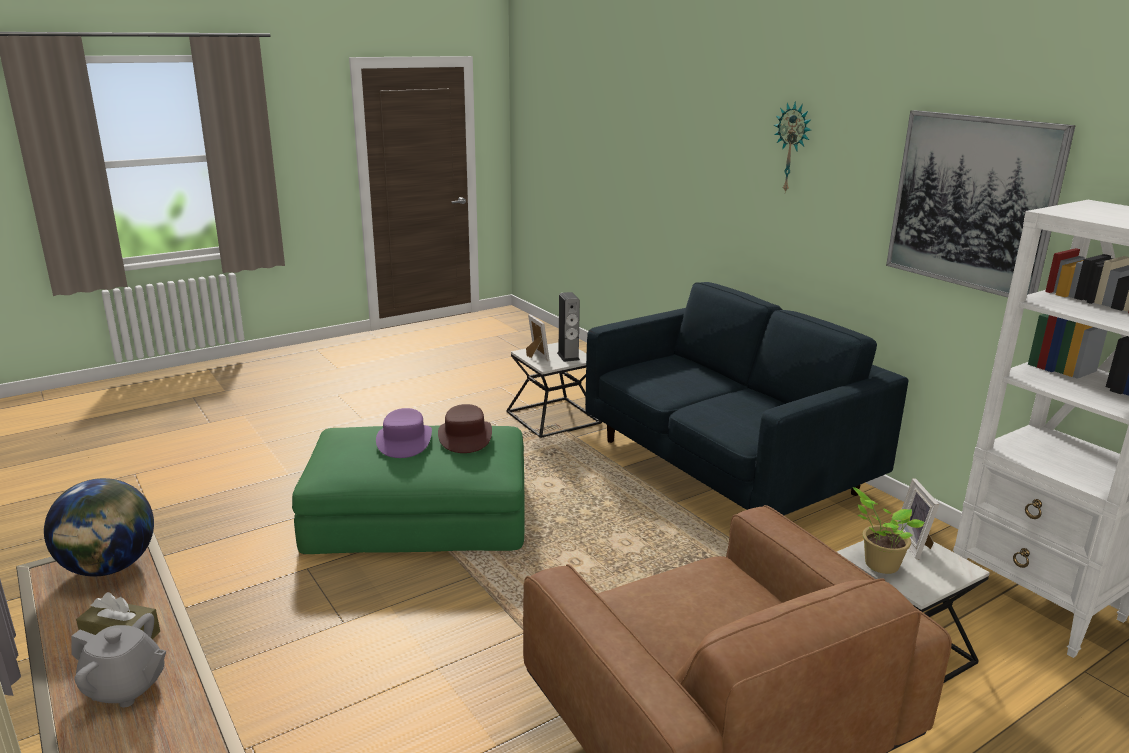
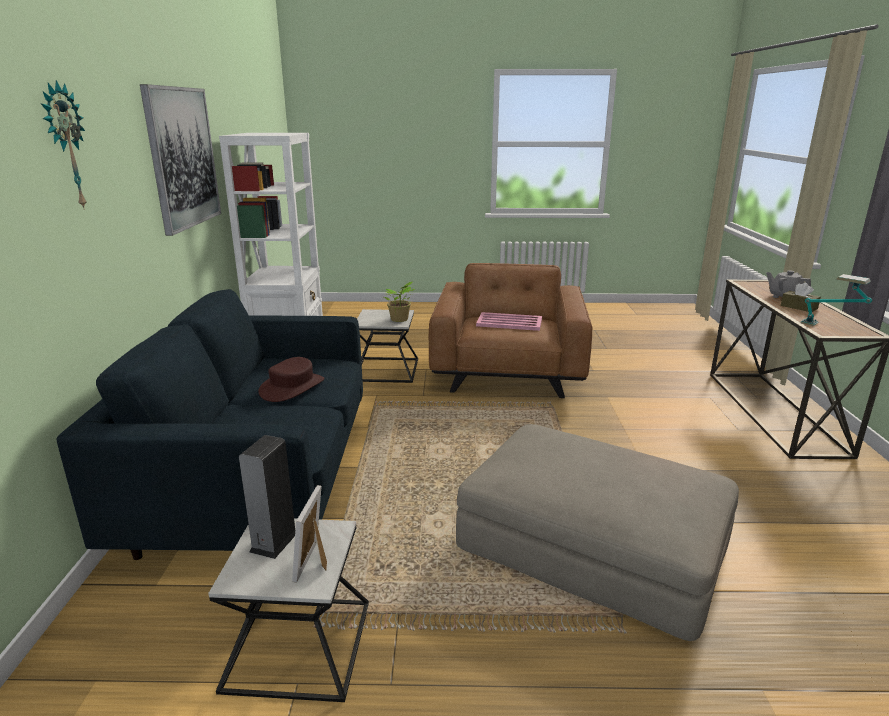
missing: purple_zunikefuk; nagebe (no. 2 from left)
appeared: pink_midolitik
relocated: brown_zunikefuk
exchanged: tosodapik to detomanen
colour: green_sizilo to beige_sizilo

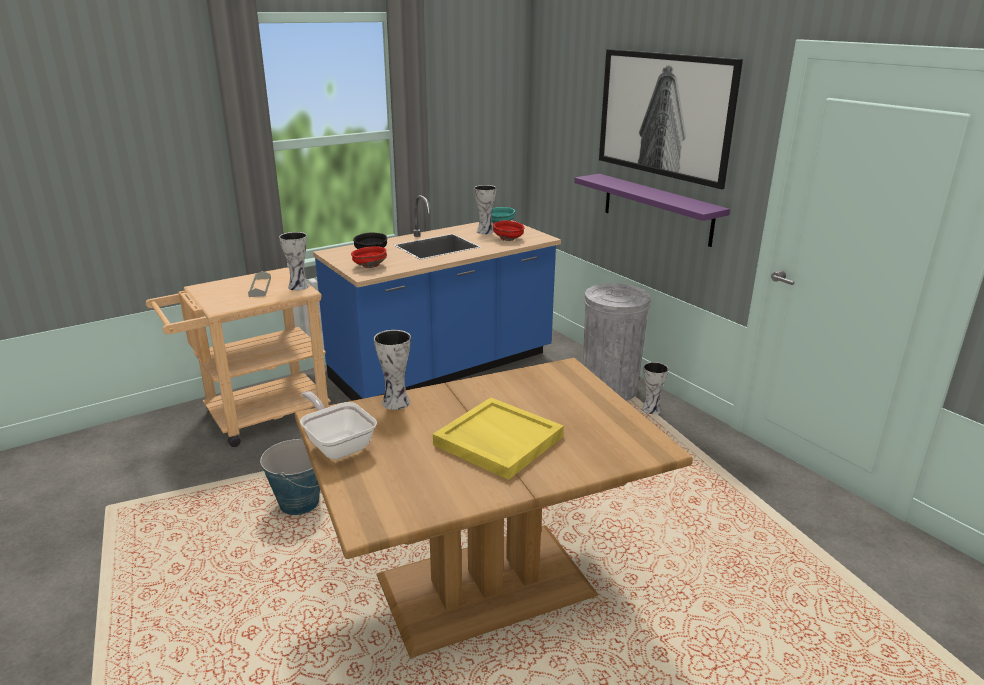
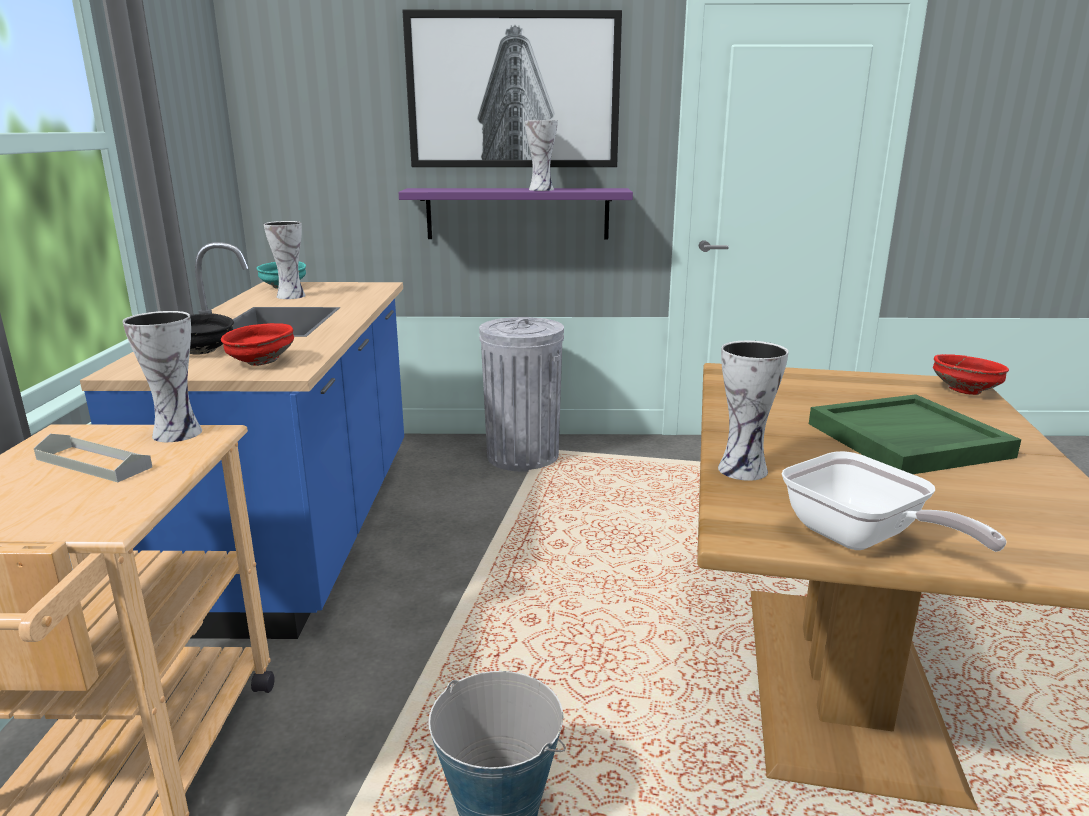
relocated: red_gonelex (no. 2 from left); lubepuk (no. 4 from left in the first image) to lubepuk (no. 3 from left)
colour: yellow_midolitik to green_midolitik
spun: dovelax 120 degrees counterclockwise

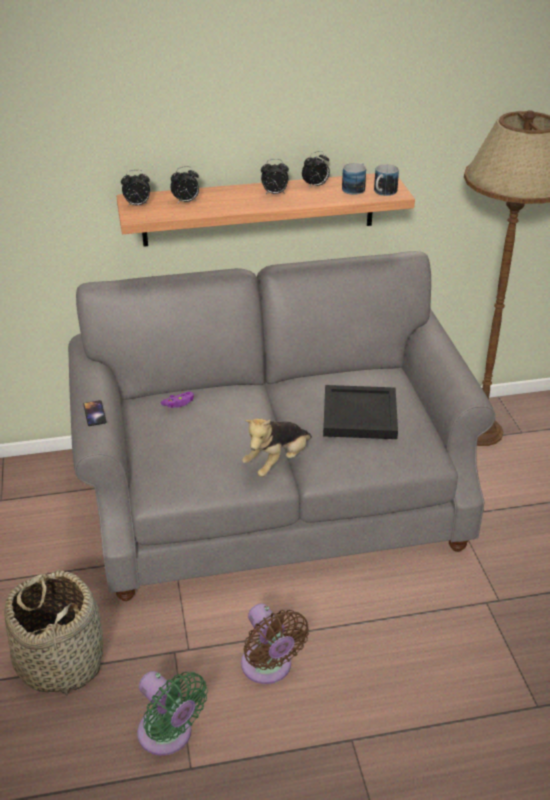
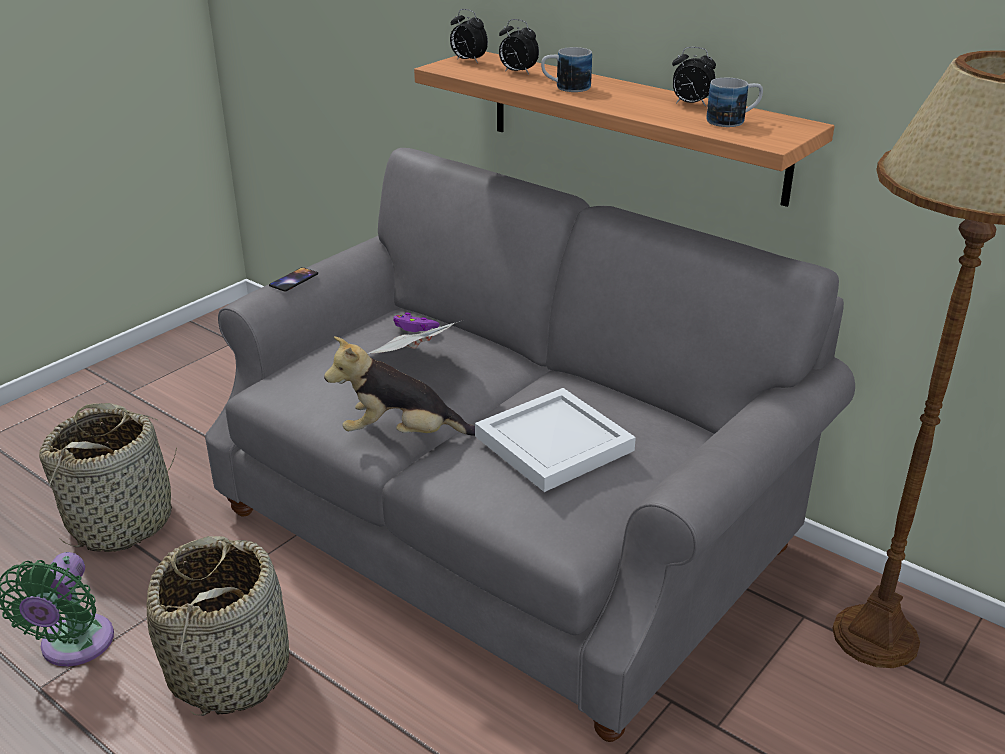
missing: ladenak (no. 3 from left)
appeared: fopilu
relocated: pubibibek (no. 2 from left in the first image) to pubibibek (no. 1 from left)
exchanged: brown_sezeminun to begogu (no. 2 from left)
colour: black_midolitik to white_midolitik

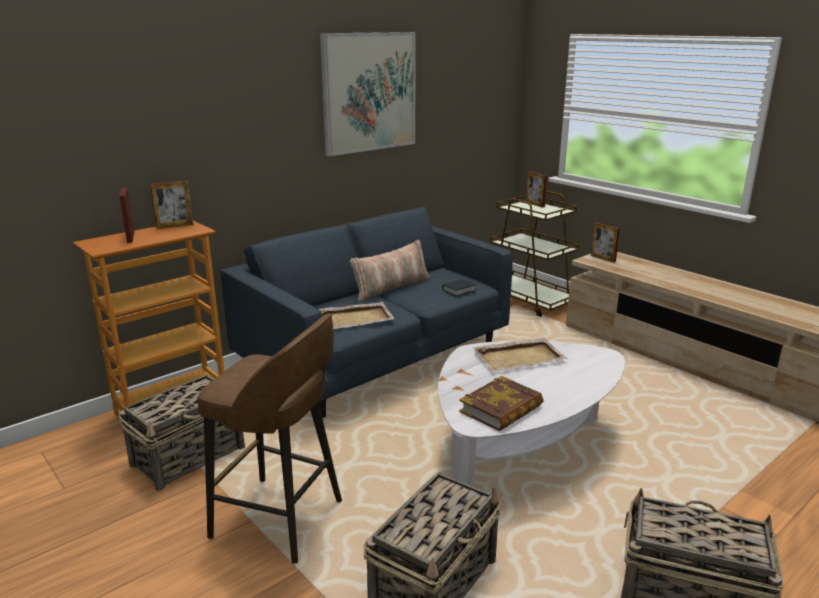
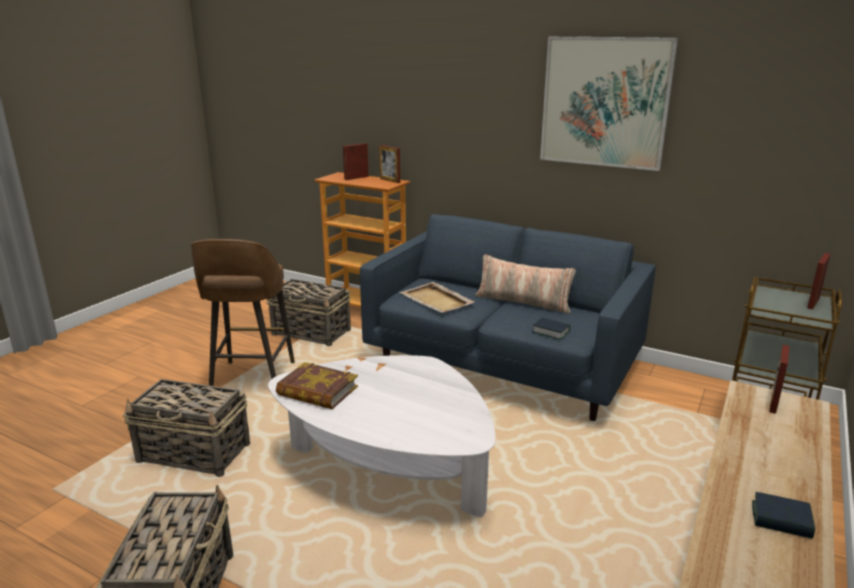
missing: beige_midolitik (no. 2 from left)
appeared: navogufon (no. 3 from left)

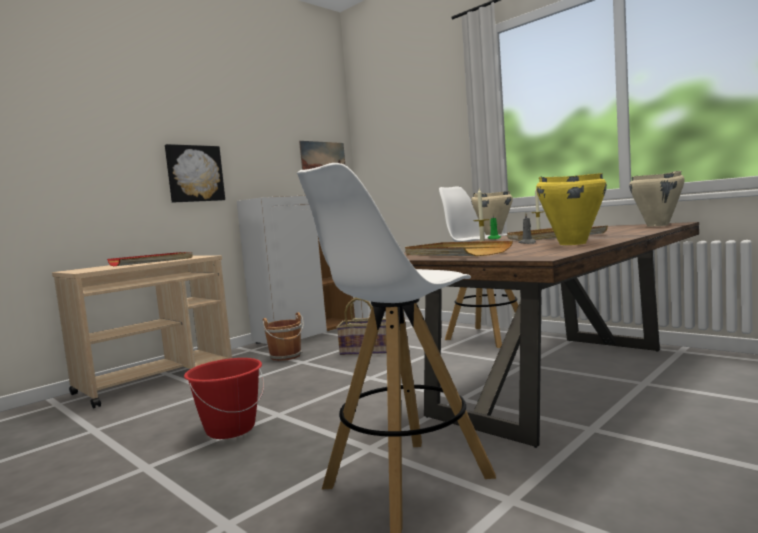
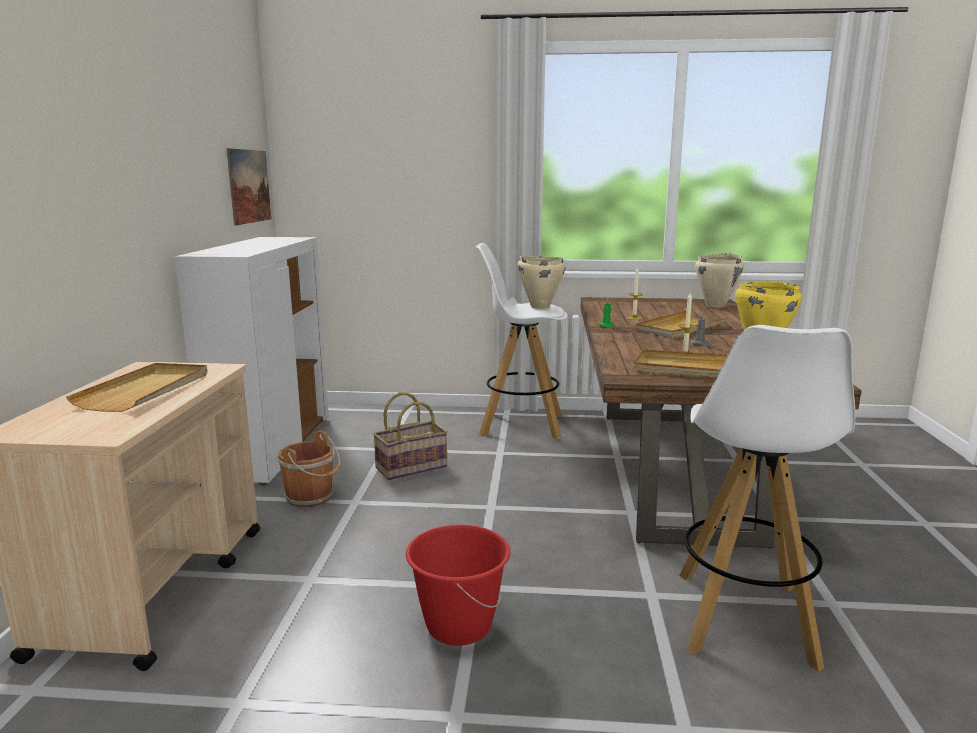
missing: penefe (no. 1 from left)
colour: red_midolitik to beige_midolitik (no. 1 from left)

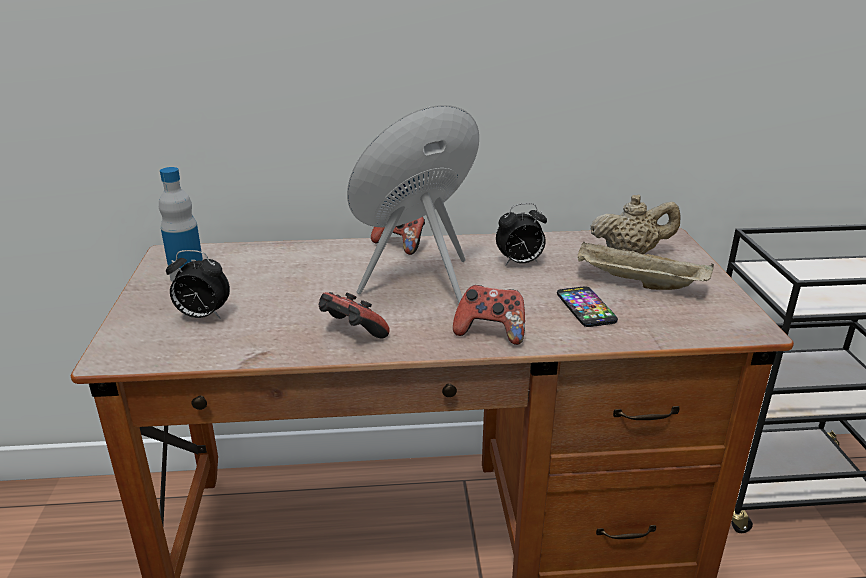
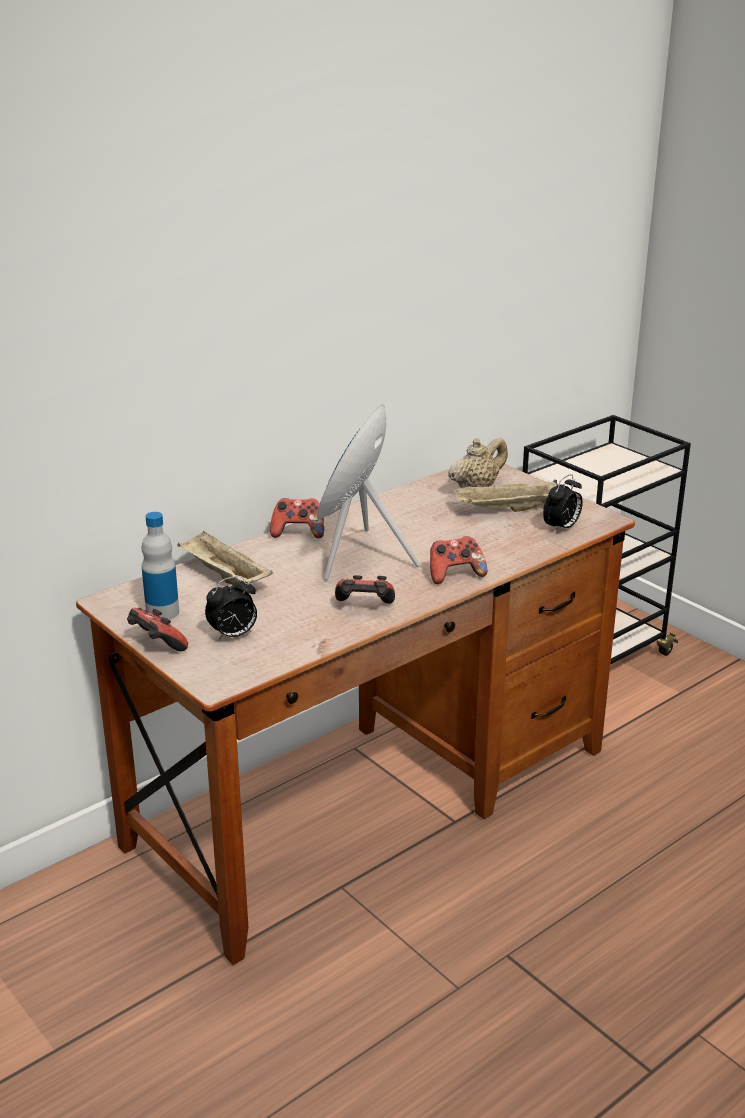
missing: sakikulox
appeared: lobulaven (no. 1 from left); beige_midolitik (no. 1 from left)
relocated: ladenak (no. 2 from left)

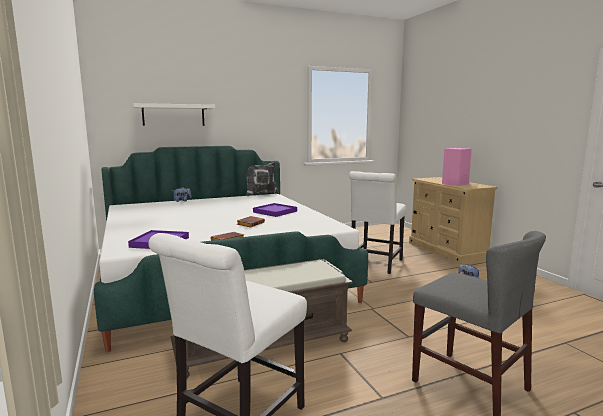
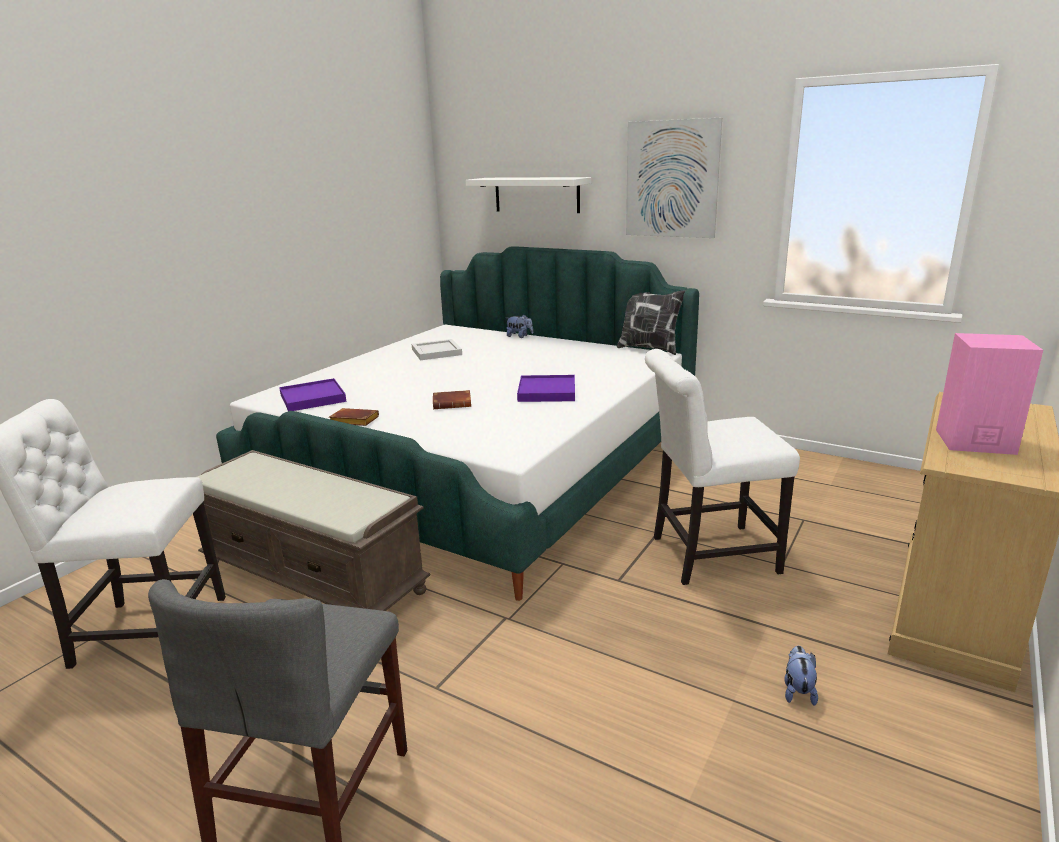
appeared: white_midolitik; penefe

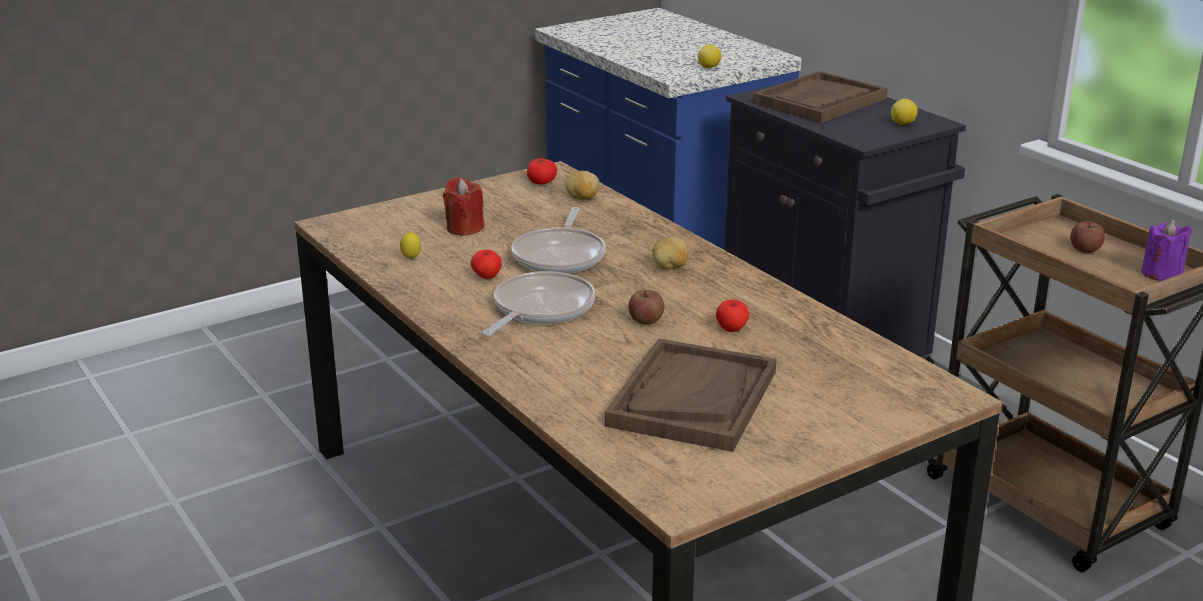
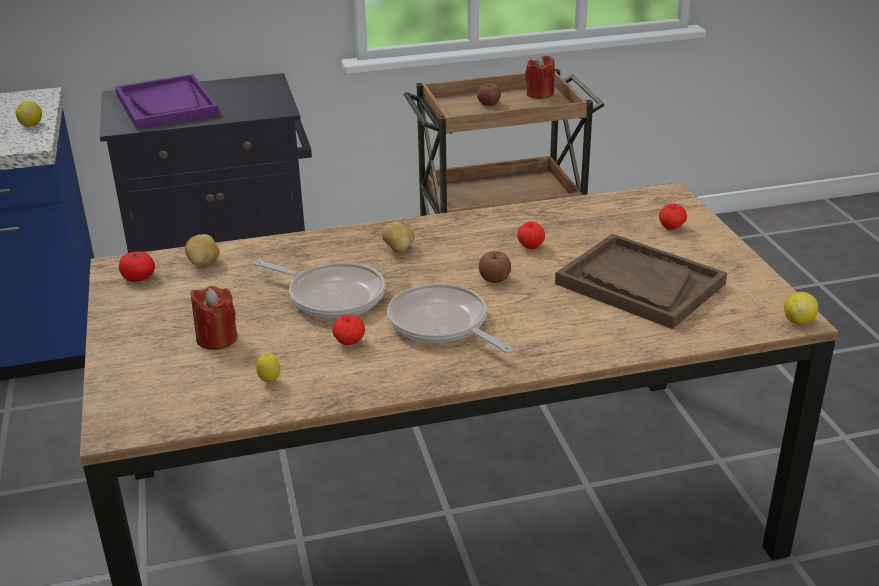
appeared: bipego (no. 5 from left)
relocated: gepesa (no. 3 from left)
colour: brown_midolitik (no. 2 from left) to purple_midolitik; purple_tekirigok to red_tekirigok (no. 2 from left)

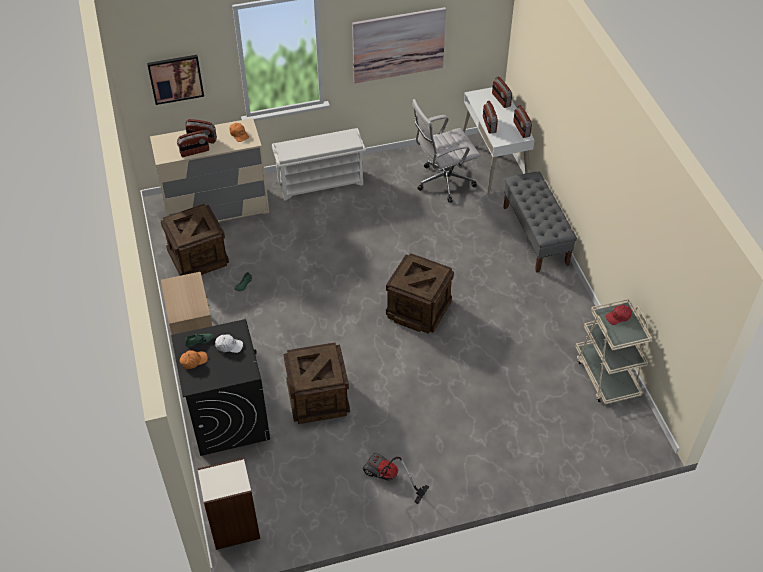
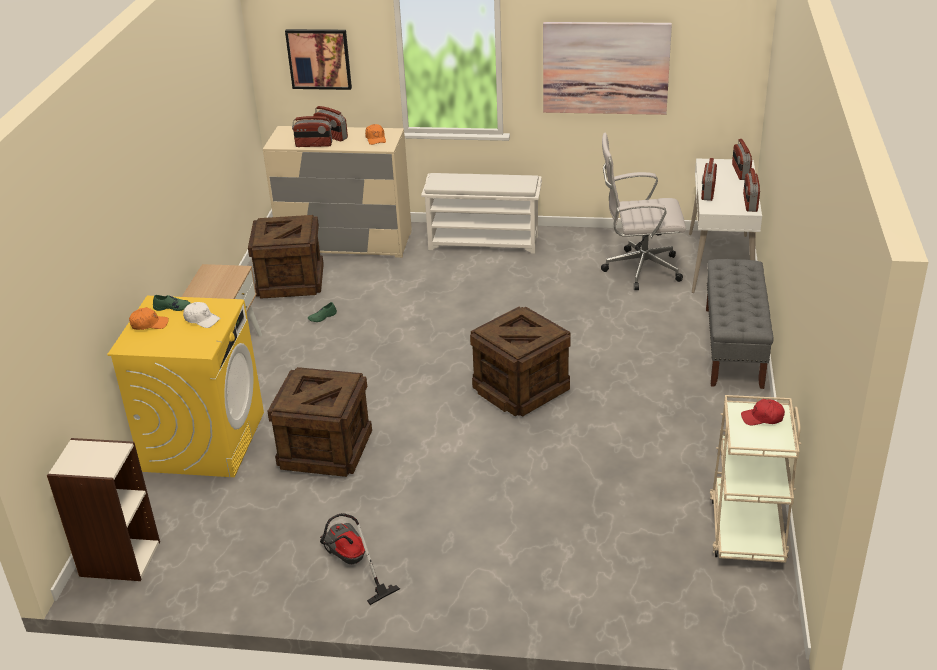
colour: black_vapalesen to yellow_vapalesen

